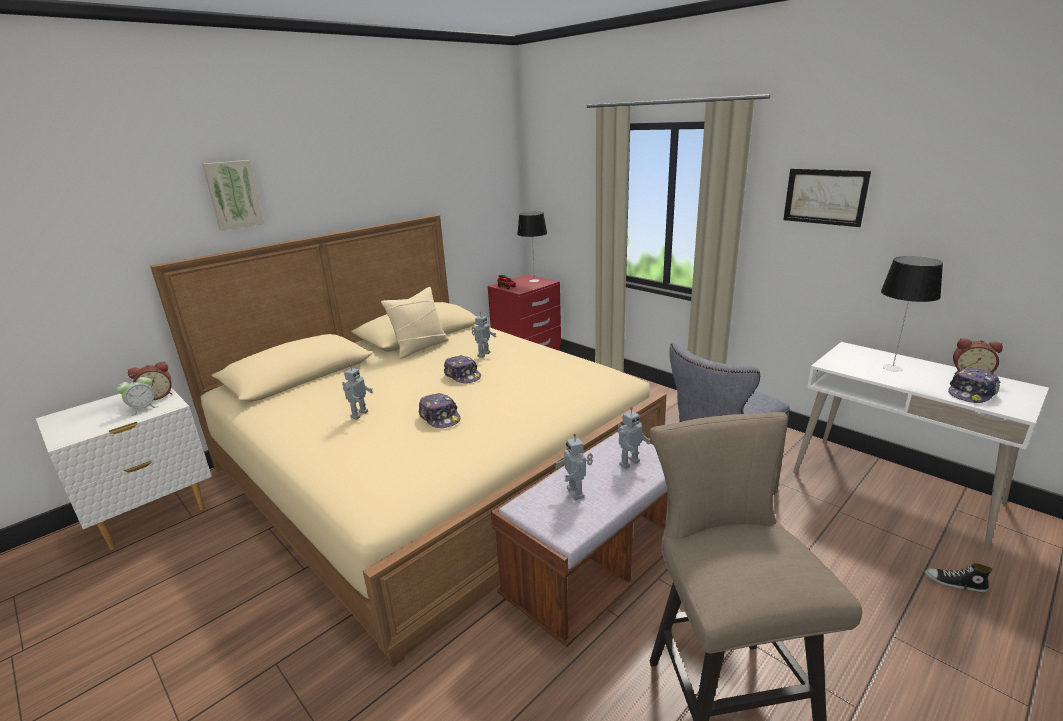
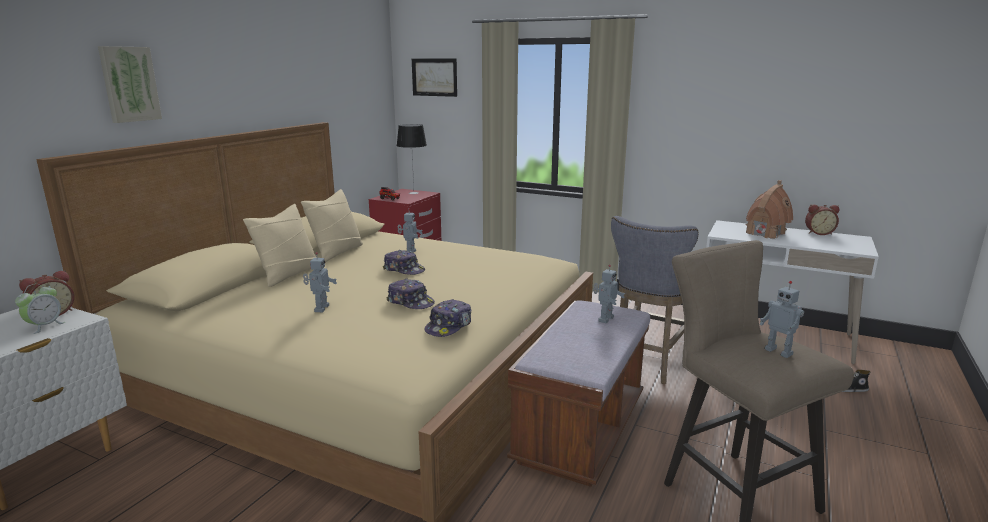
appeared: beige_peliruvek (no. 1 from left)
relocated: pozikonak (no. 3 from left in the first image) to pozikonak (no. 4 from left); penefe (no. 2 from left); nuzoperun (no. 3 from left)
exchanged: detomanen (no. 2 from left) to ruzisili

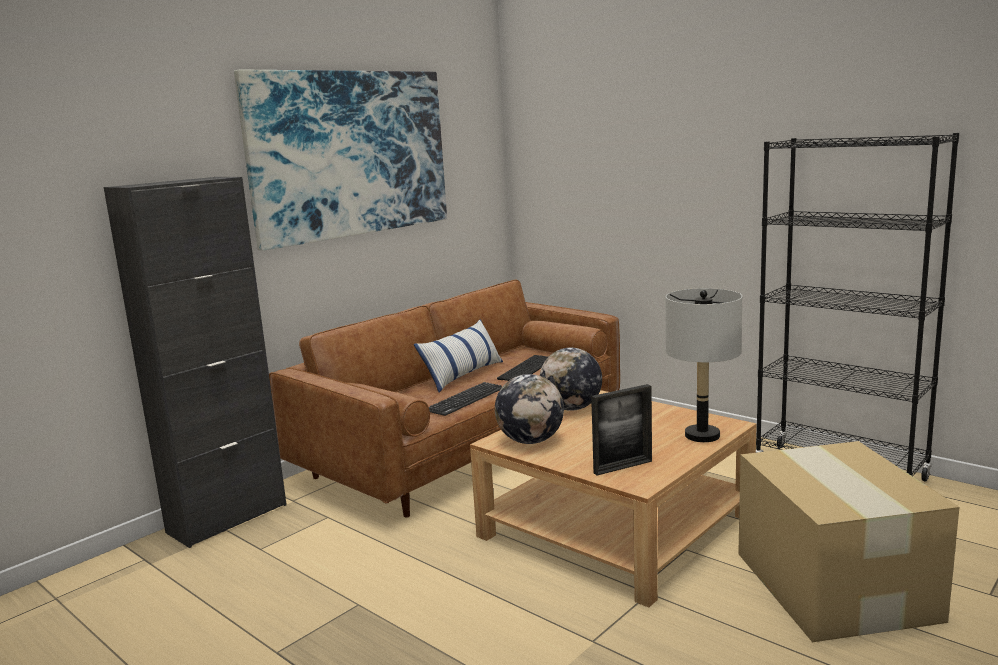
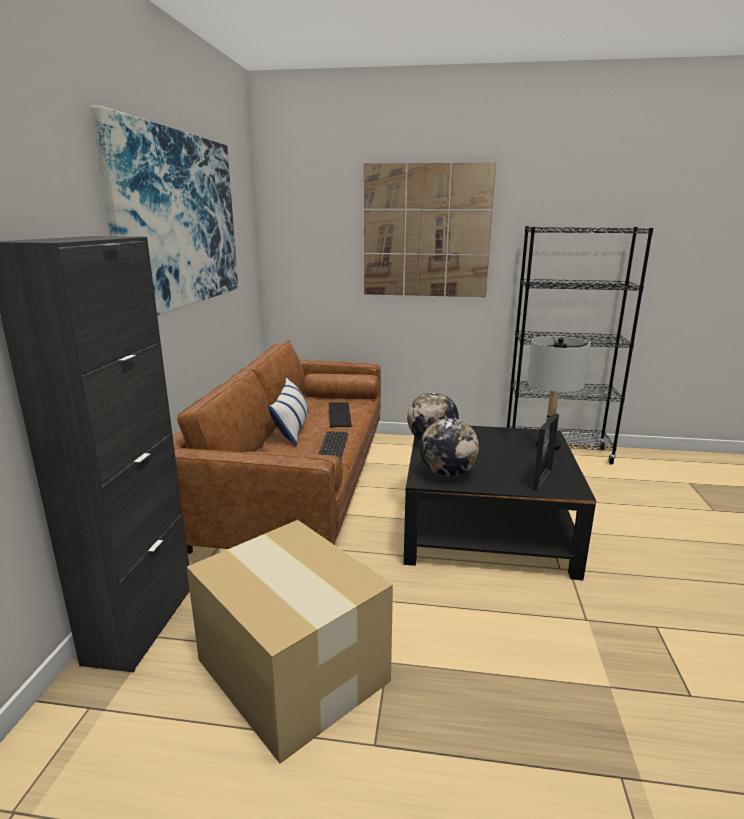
appeared: penefe (no. 2 from left)
relocated: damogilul
colour: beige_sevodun to black_sevodun

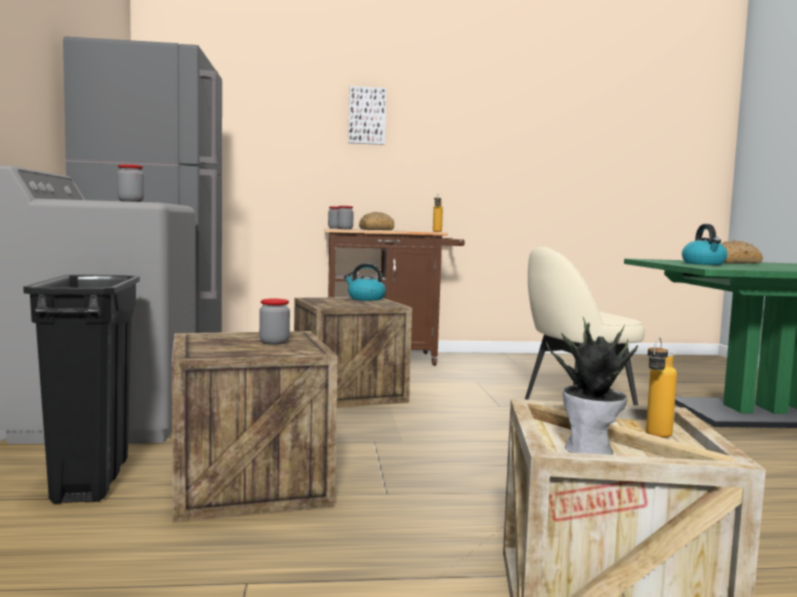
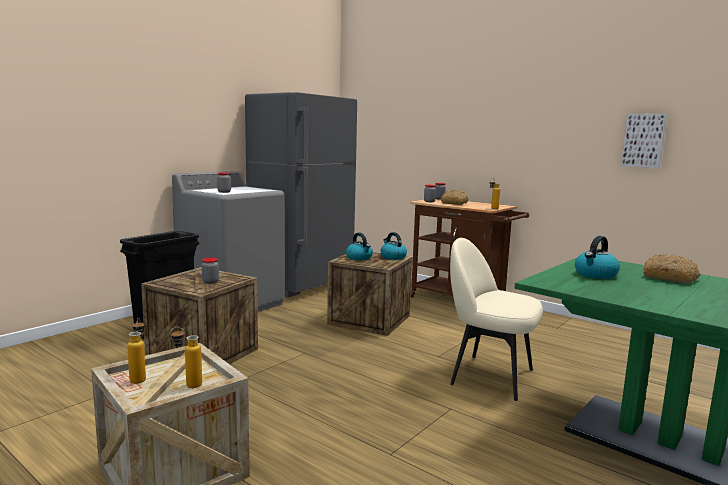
appeared: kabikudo (no. 1 from left)
relocated: penefe
exchanged: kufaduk to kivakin (no. 1 from left)

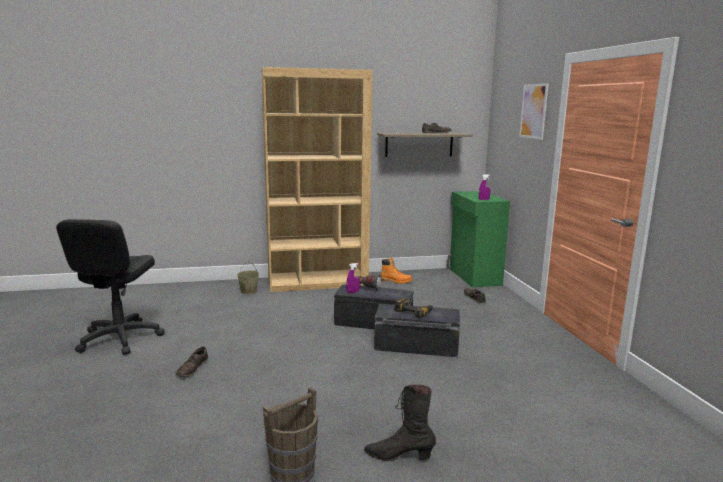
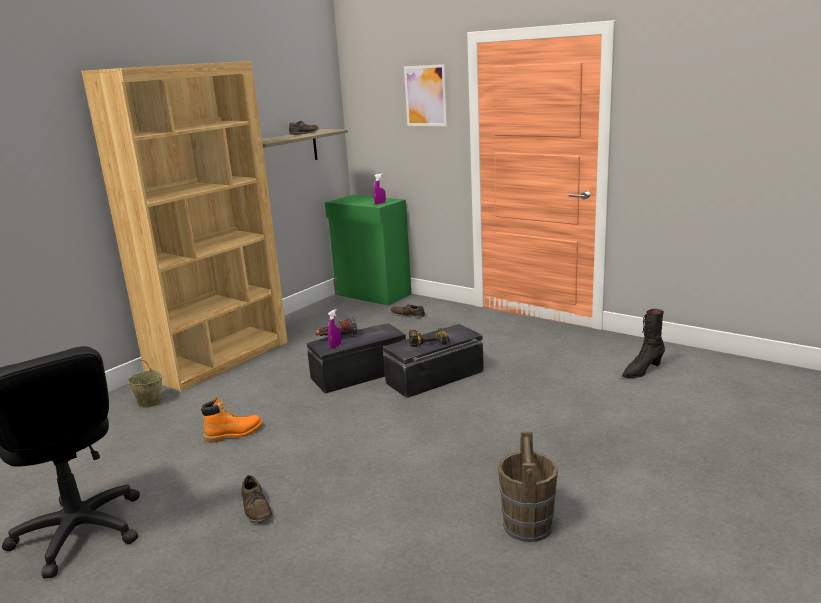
relocated: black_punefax; orange_punefax

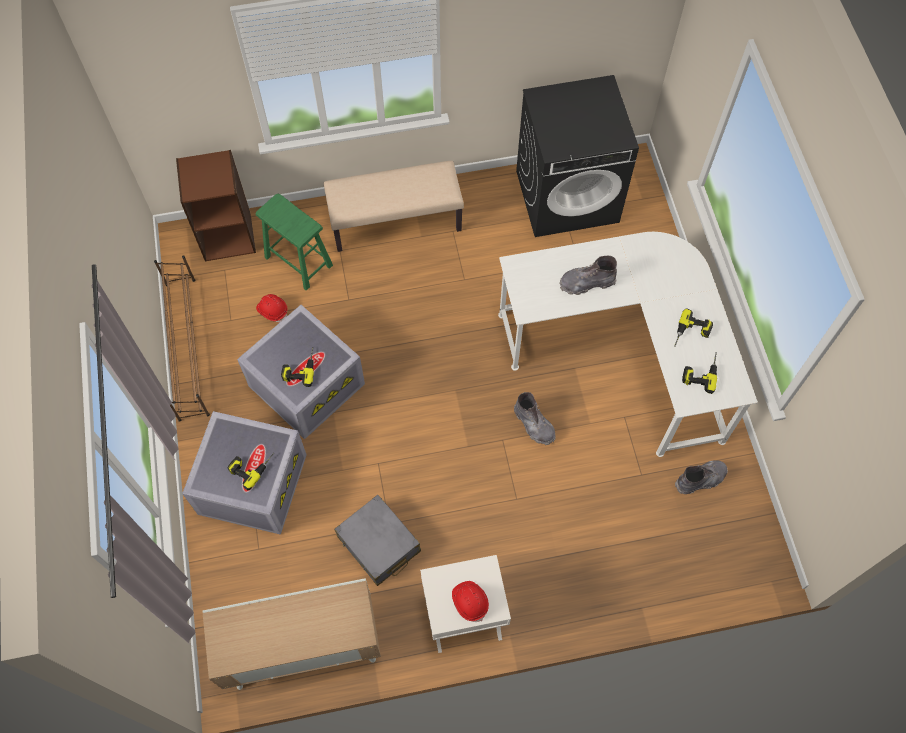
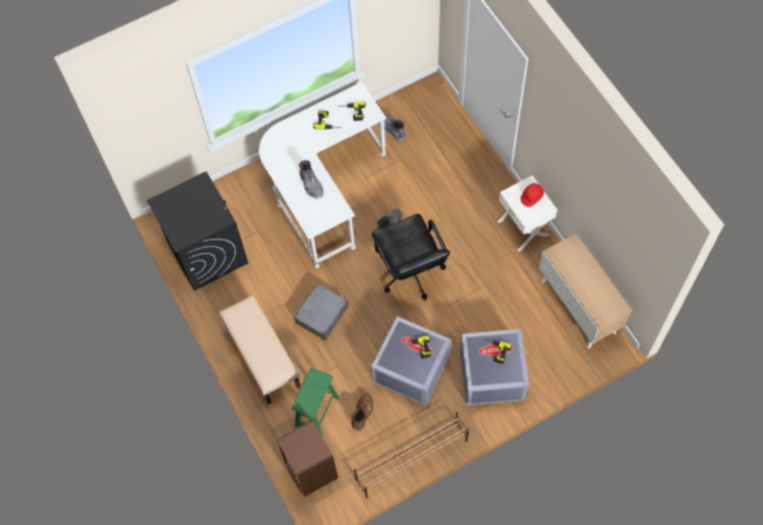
appeared: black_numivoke
relocated: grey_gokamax
exchanged: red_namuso (no. 1 from left) to brown_punefax

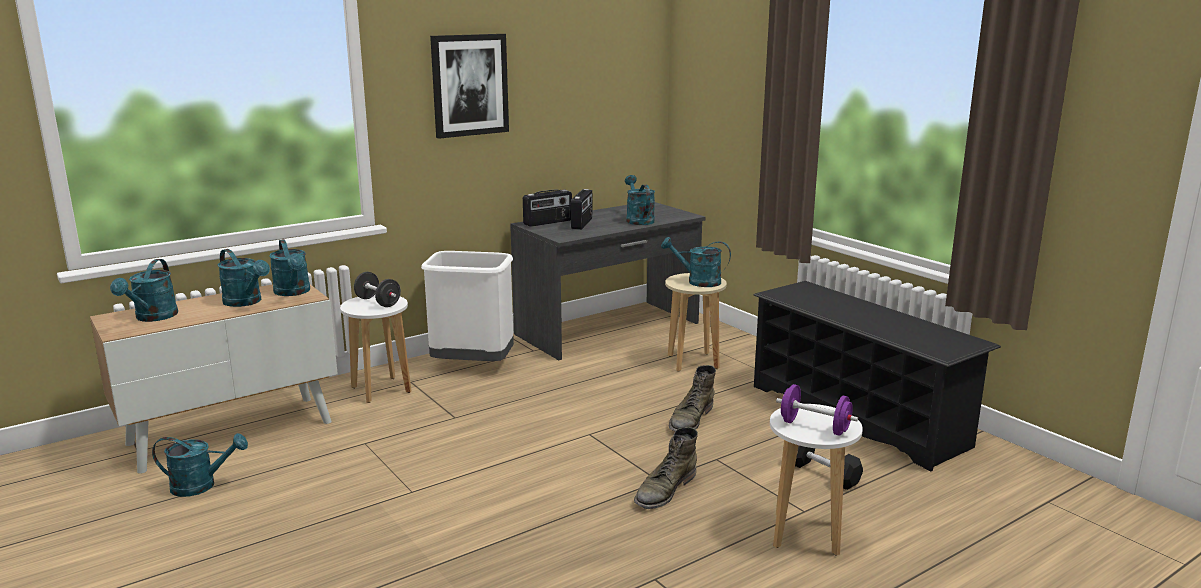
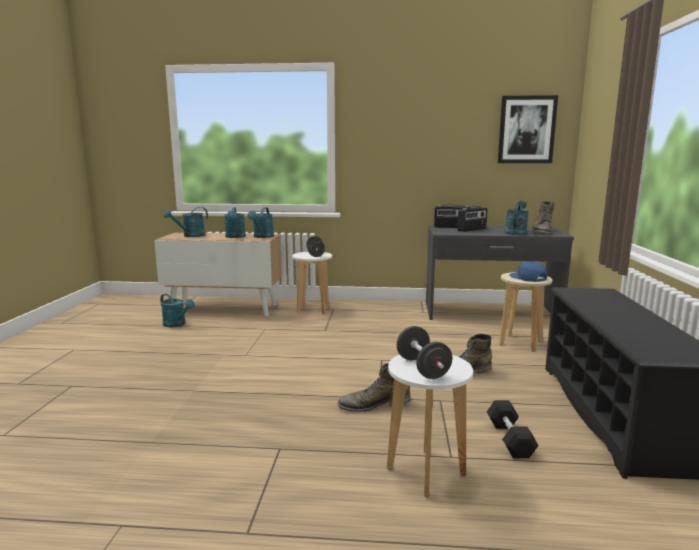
missing: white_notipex
appeared: green_punefax (no. 3 from left)
relocated: penefe
exchanged: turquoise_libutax (no. 6 from left) to blue_nuzoperun
colour: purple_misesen to black_misesen (no. 2 from left)

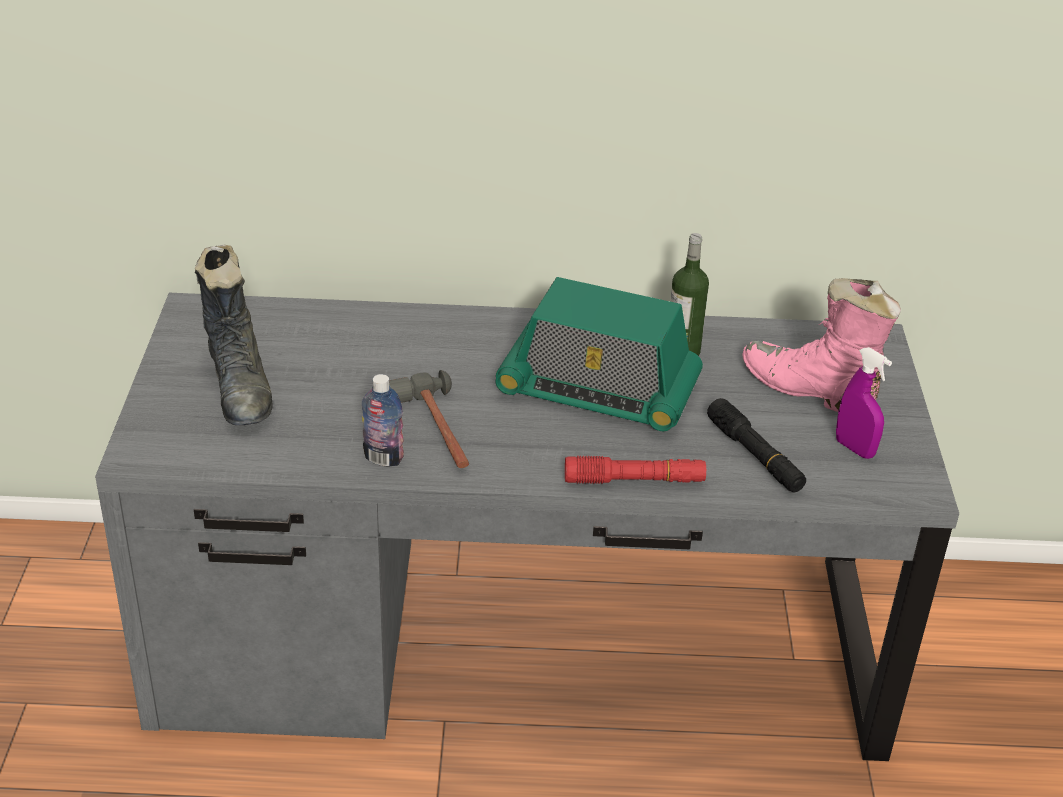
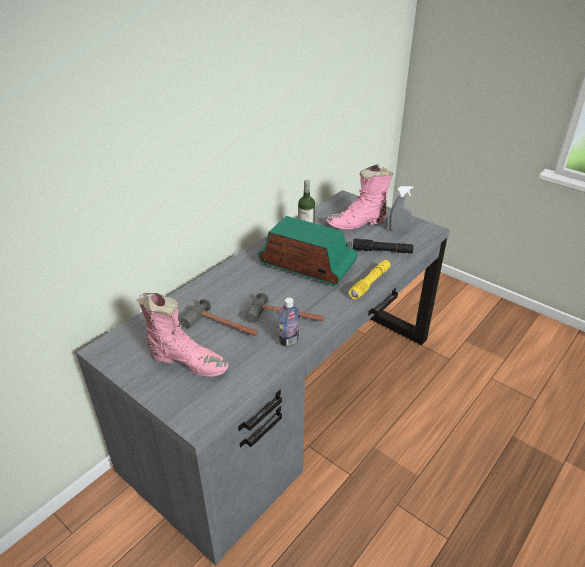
appeared: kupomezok (no. 1 from left)
colour: black_punefax to pink_punefax (no. 1 from left); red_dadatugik to yellow_dadatugik; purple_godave to grey_godave
spun: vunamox 120 degrees counterclockwise

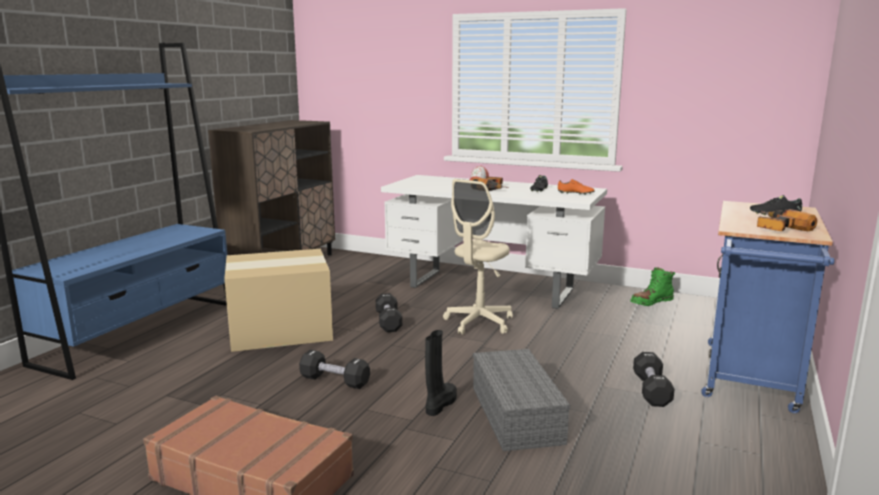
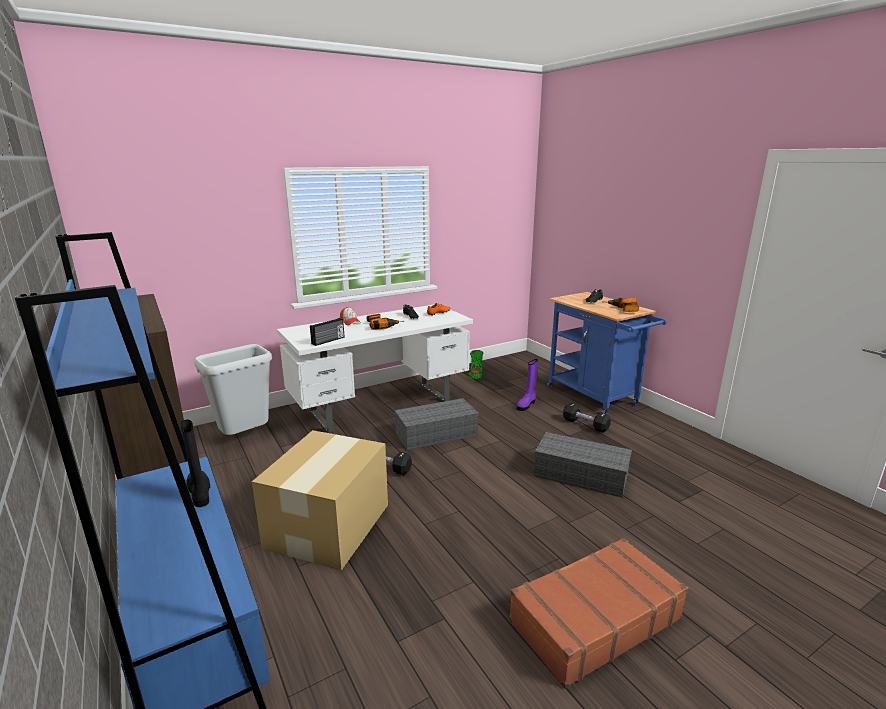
missing: black_misesen (no. 1 from left)
appeared: grey_notipex; vunamox; purple_punefax
relocated: black_punefax
exchanged: beige_numivoke to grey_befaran (no. 1 from left)

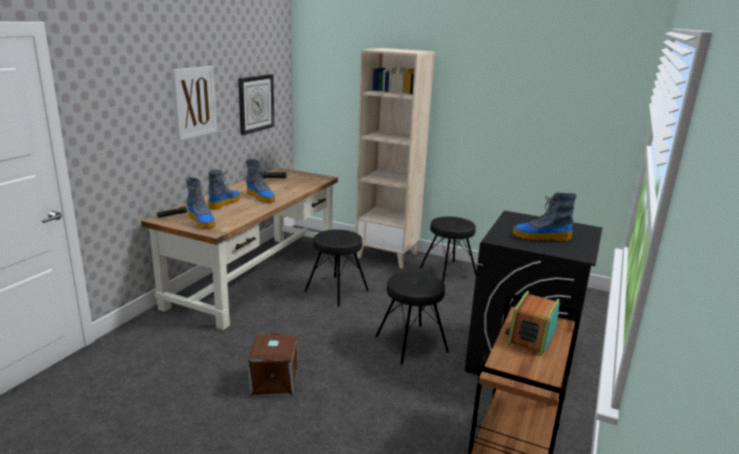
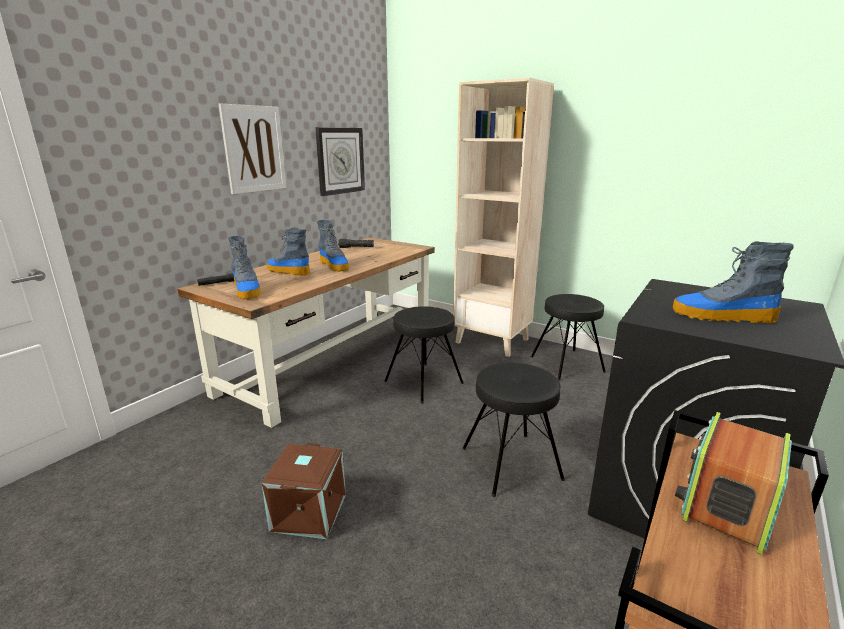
spun: punefax (no. 2 from left) 90 degrees counterclockwise

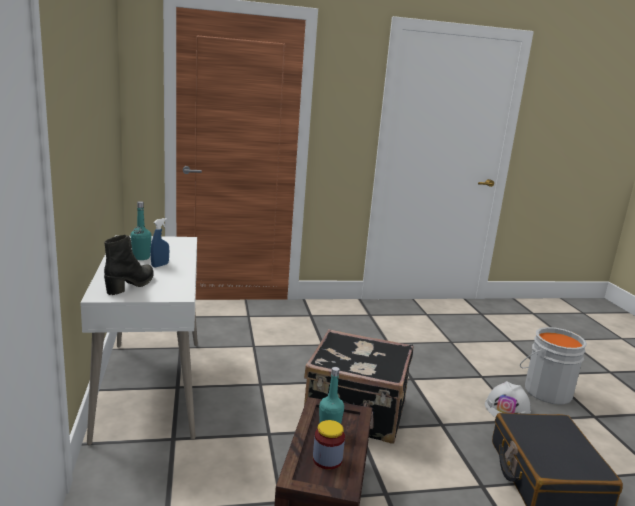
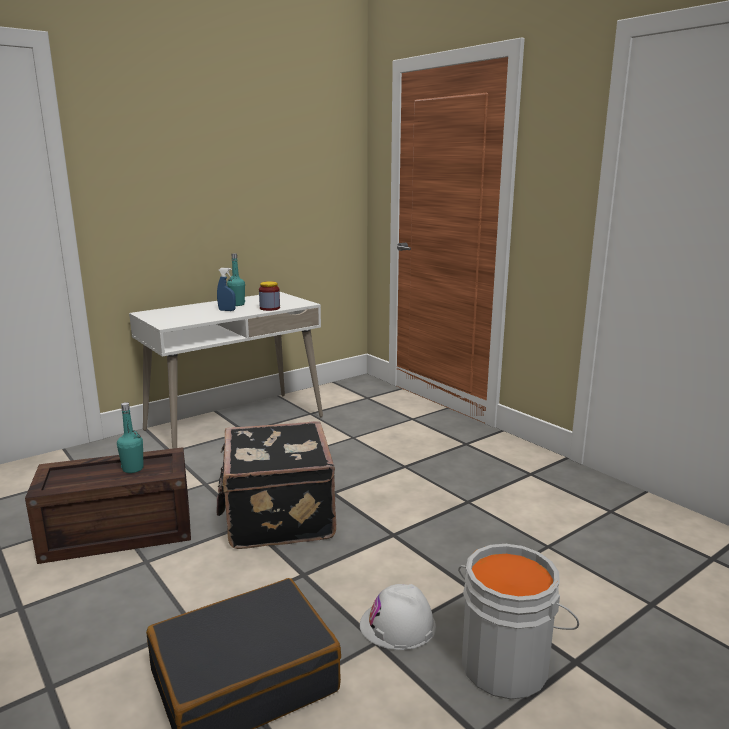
missing: black_punefax
relocated: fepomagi

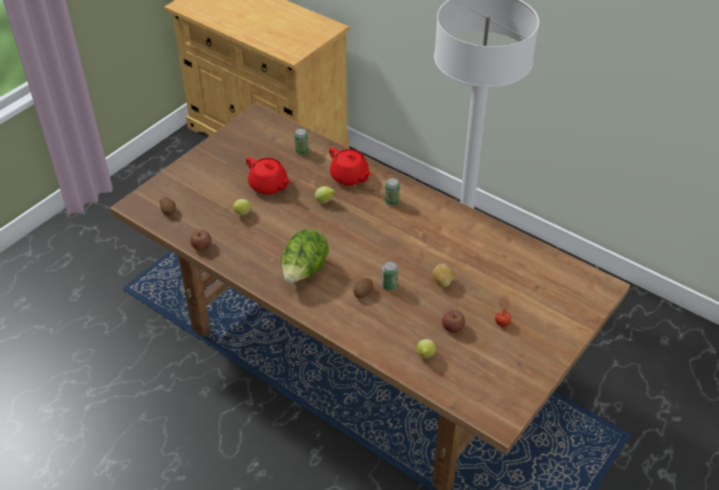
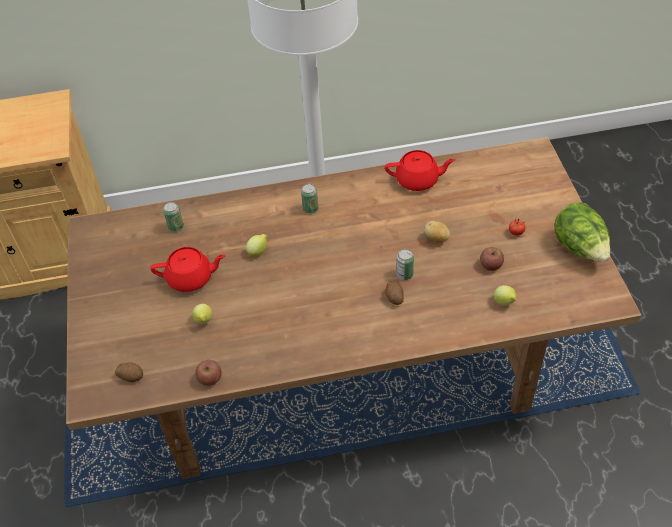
relocated: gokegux; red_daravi (no. 2 from left)

